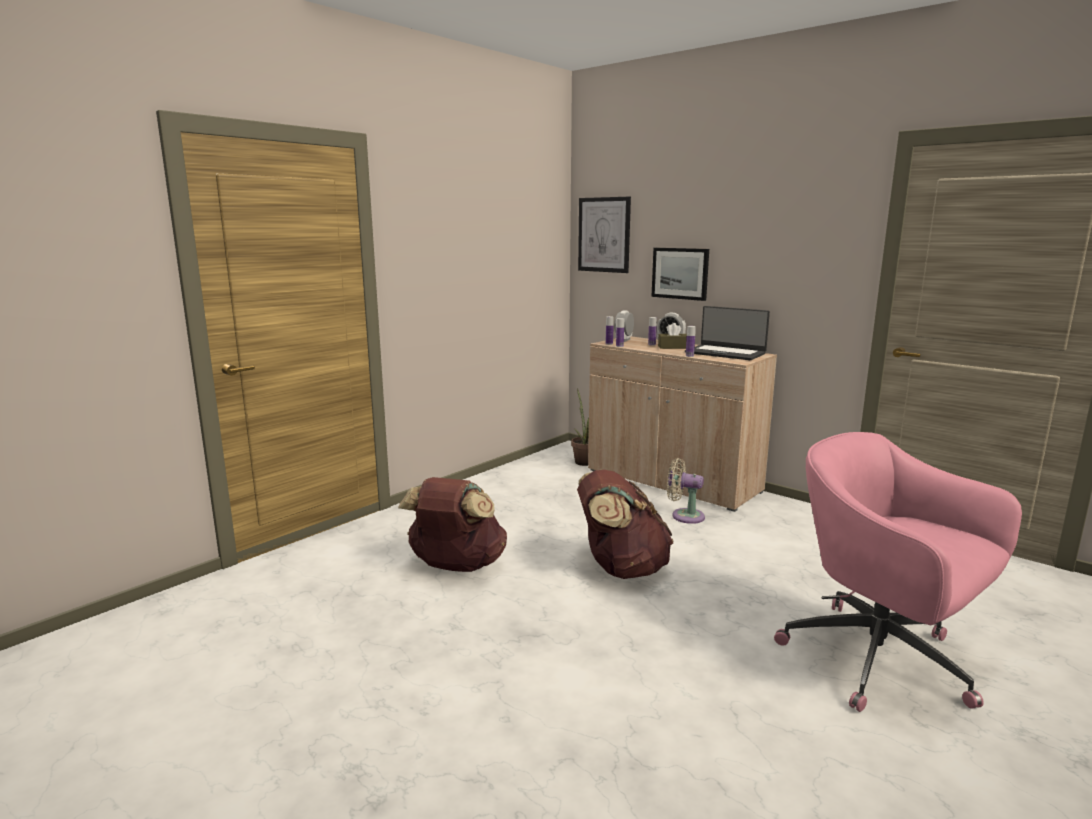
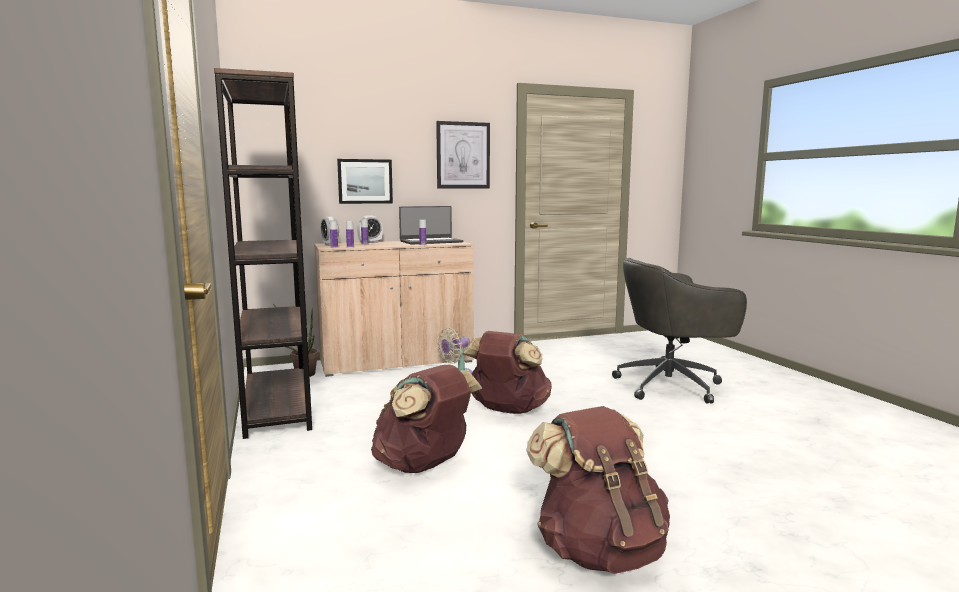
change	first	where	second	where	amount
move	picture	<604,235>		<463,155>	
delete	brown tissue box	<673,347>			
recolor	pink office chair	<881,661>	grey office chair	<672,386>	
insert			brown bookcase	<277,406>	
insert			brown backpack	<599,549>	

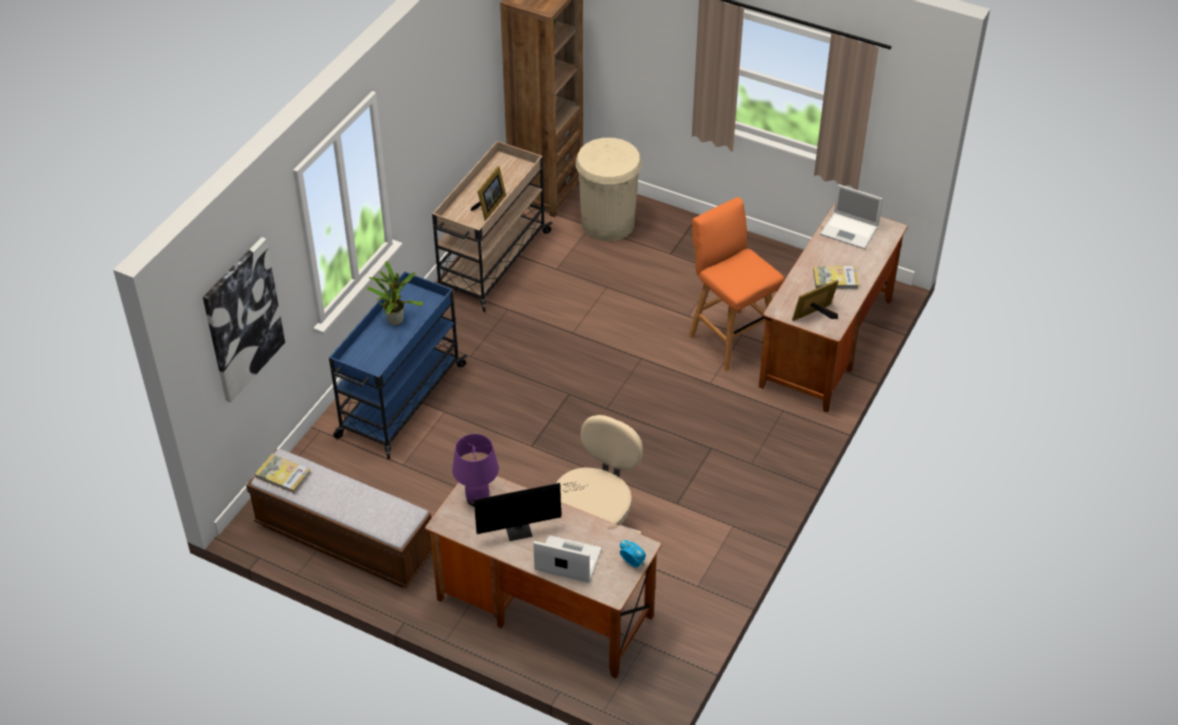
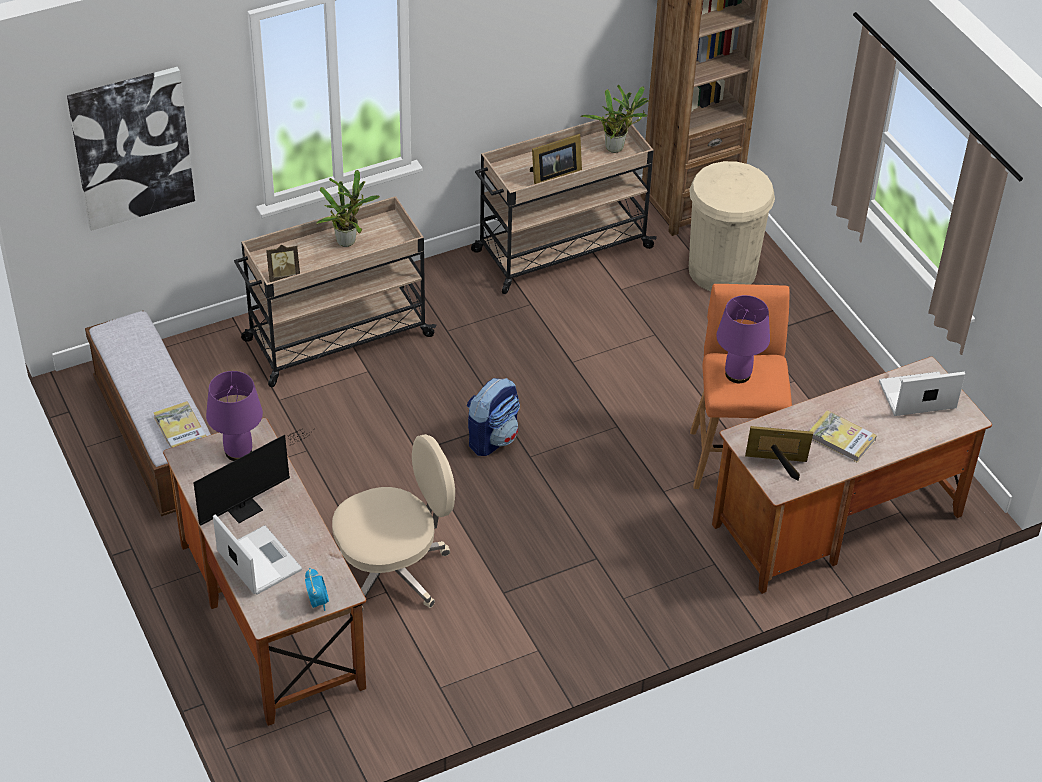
change	first	where	second	where	amount
move	book	<283,475>		<180,430>	
recolor	blue cart	<400,402>	beige cart	<336,338>	
rotate	monitor	<523,530>		<248,506>	60 degrees counterclockwise
rotate	laptop	<850,231>		<915,396>	105 degrees clockwise
insert			picture frame	<284,276>	
insert			backpack	<492,438>	
insert			potted plant	<617,148>	
insert			purple table lamp	<737,374>	

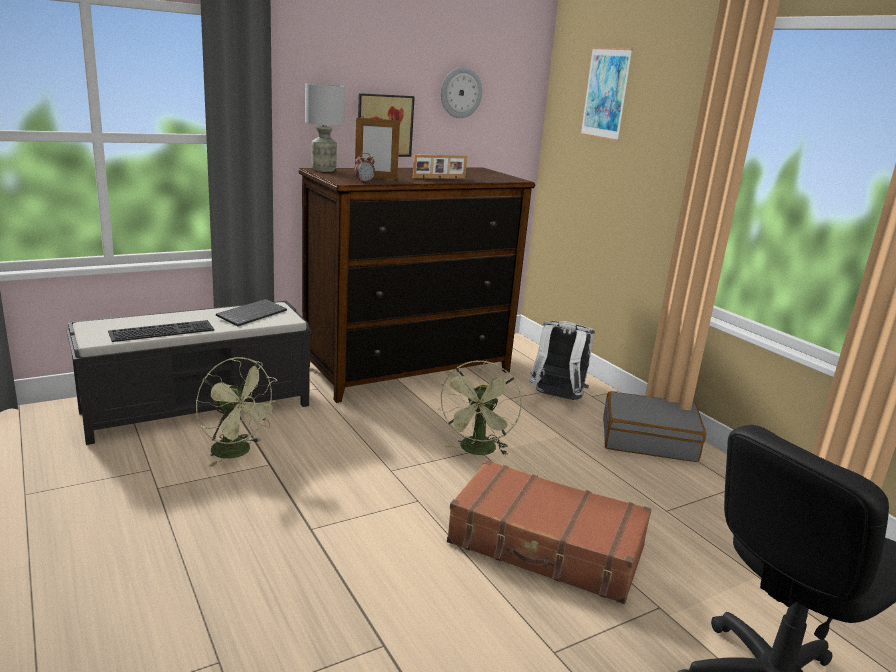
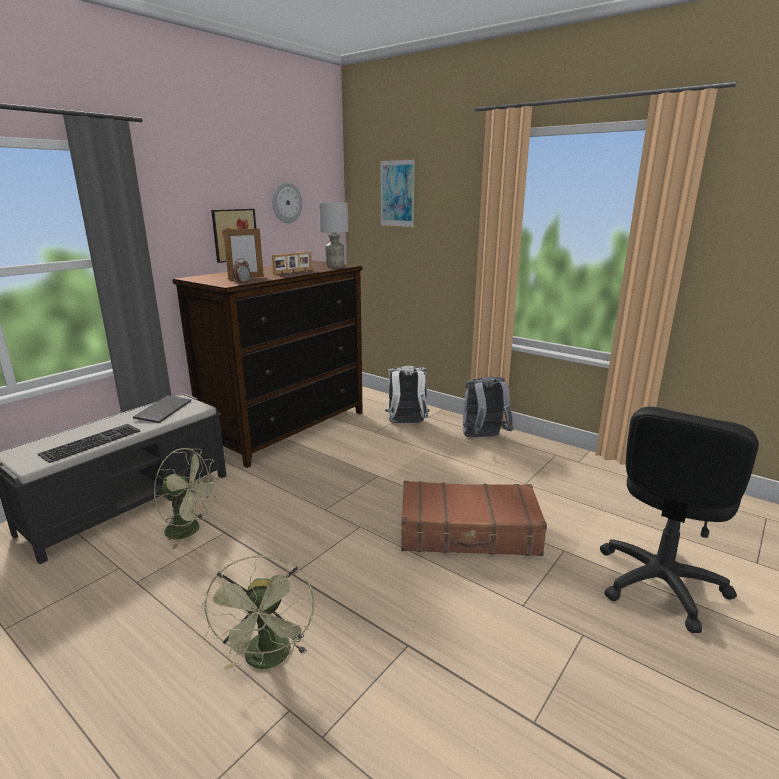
change	first	where	second	where	amount
move	grey table lamp	<323,170>		<334,266>	
move	green fan	<477,451>		<268,660>	
replace	grey suitcase	<648,439>	grey backpack	<483,438>	

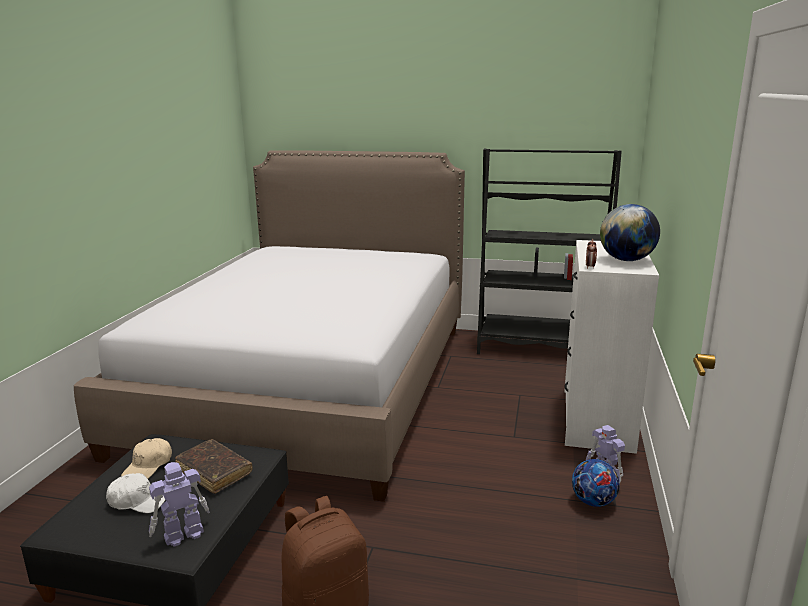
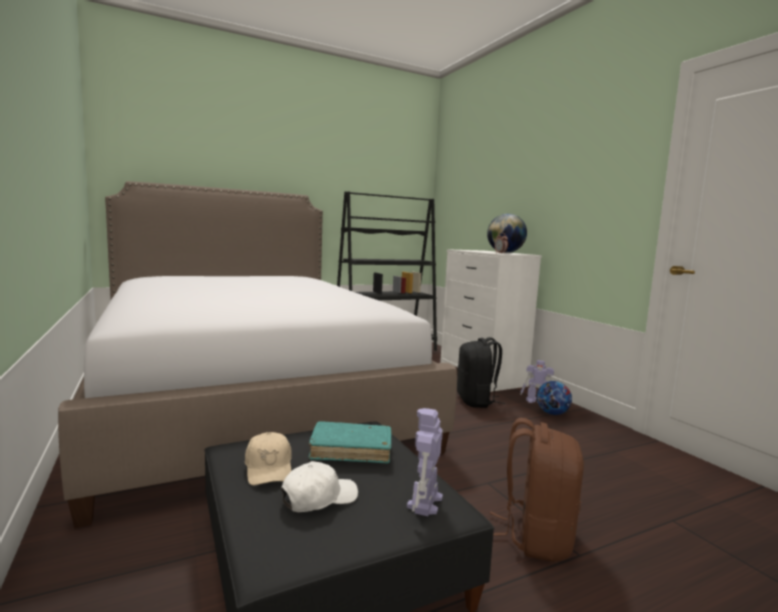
change	first	where	second	where	amount
recolor	brown book	<214,472>	turquoise book	<351,450>	
insert			black backpack	<476,401>	

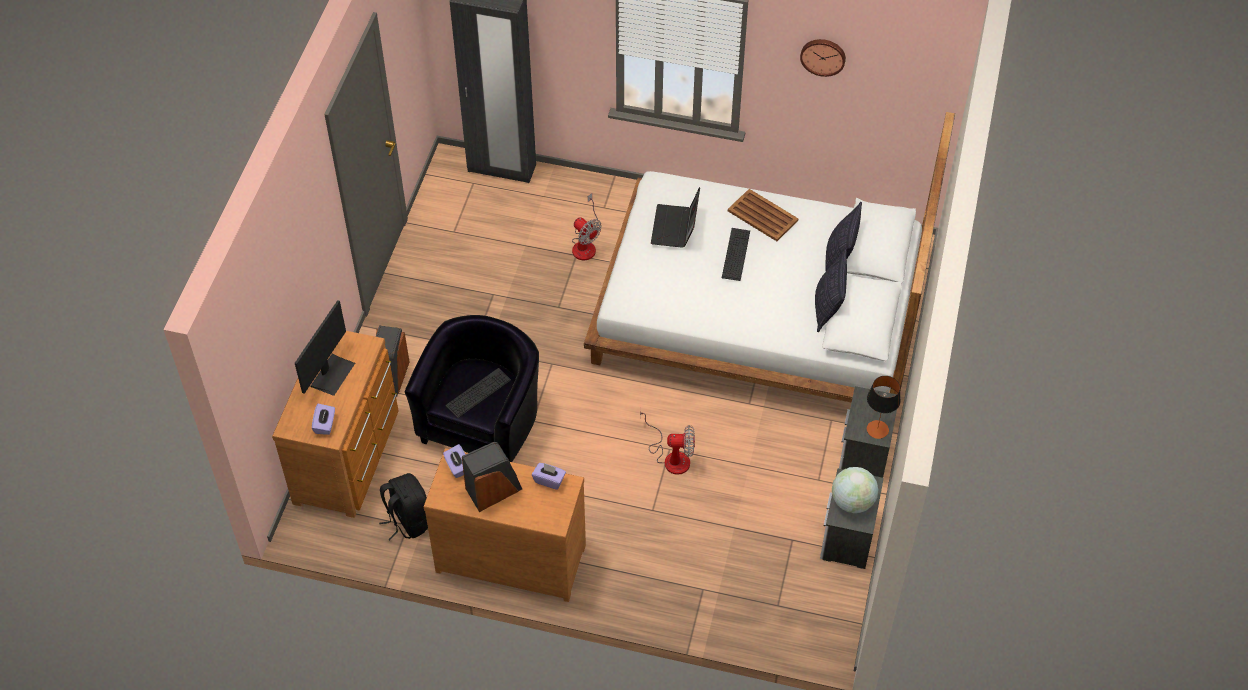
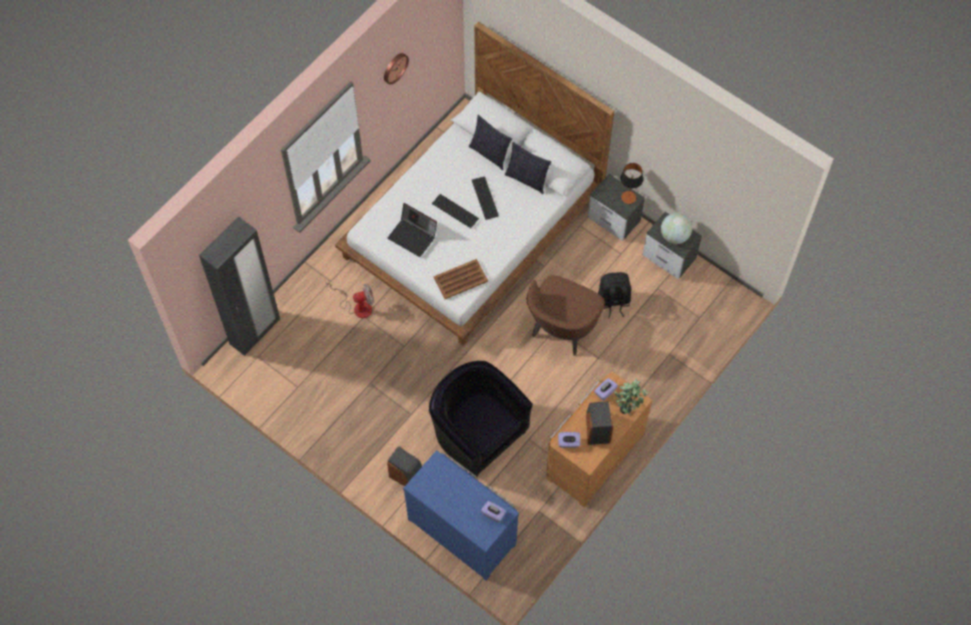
change	first	where	second	where	amount
recolor	brown dresser	<349,456>	blue dresser	<463,528>	
delete	monitor	<332,374>			
move	black backpack	<407,520>		<613,302>	
move	keyboard	<478,393>		<485,198>	
replace	fan	<671,456>	brown armchair	<562,329>	
move	brown tray	<762,215>		<460,279>	
insert			potted plant	<628,406>	

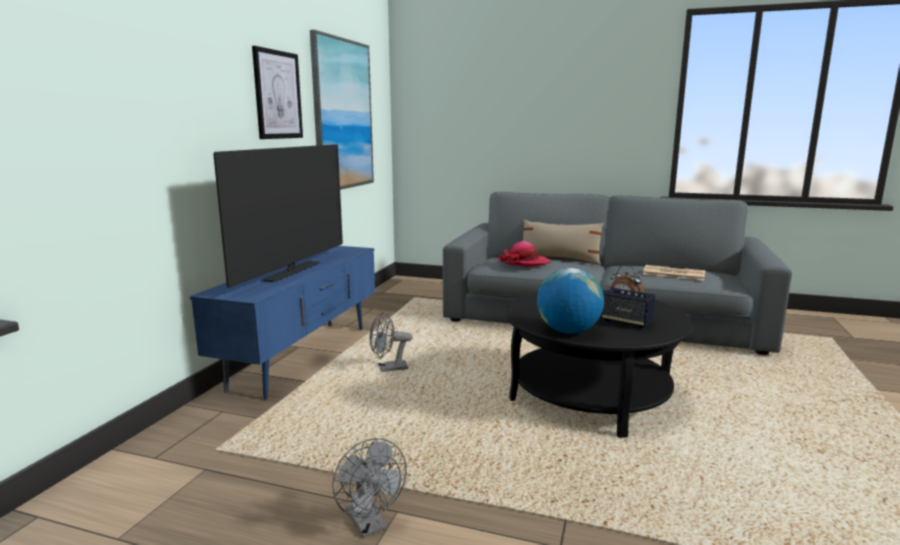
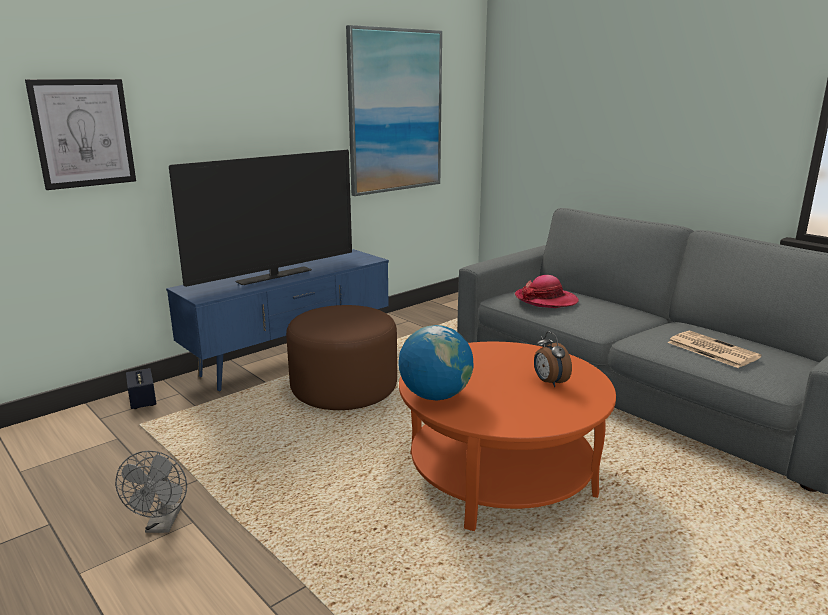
change	first	where	second	where	amount
move	picture	<277,95>		<83,133>	
replace	grey fan	<388,369>	brown ottoman	<344,389>	
recolor	black coffee table	<590,395>	orange coffee table	<500,473>	
delete	beige pillow	<559,259>			
move	speaker	<626,321>		<142,400>	

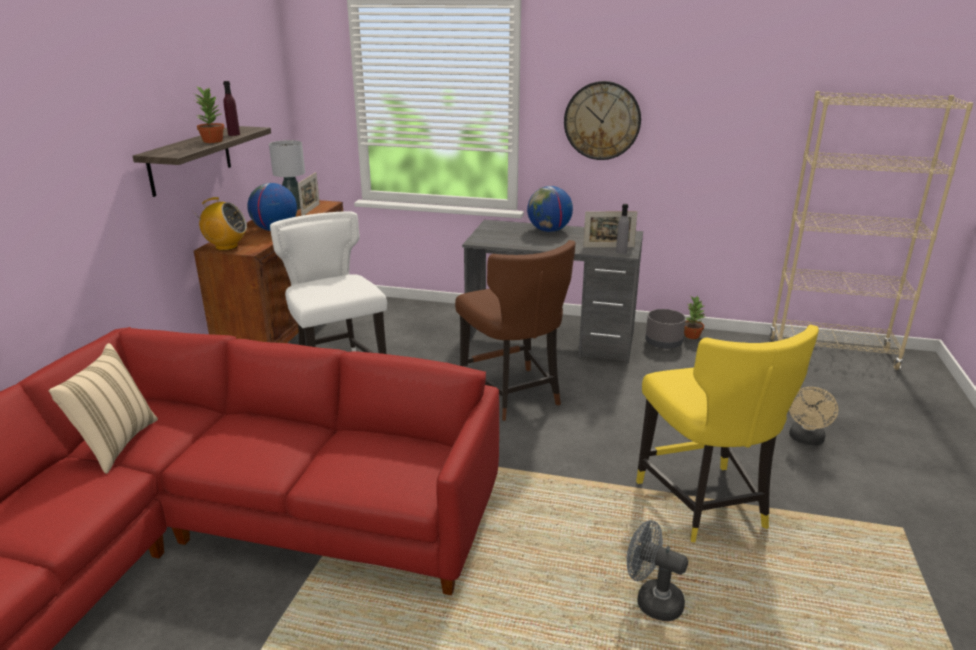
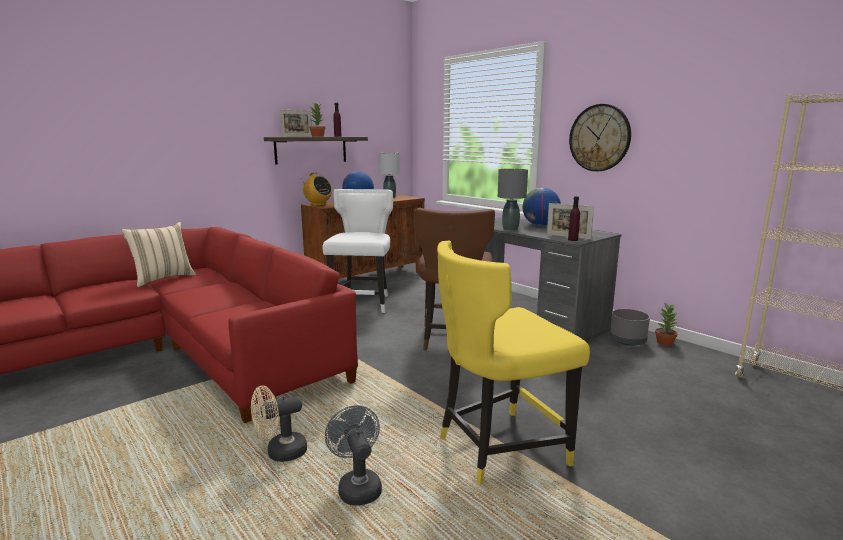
change	first	where	second	where	amount
move	picture frame	<310,210>		<297,136>	
recolor	grey bottle	<621,252>	purple bottle	<573,240>	
rotate	yellow chair	<704,505>		<498,448>	45 degrees clockwise
move	beige fan	<806,440>		<280,453>	
insert			grey table lamp	<510,229>	

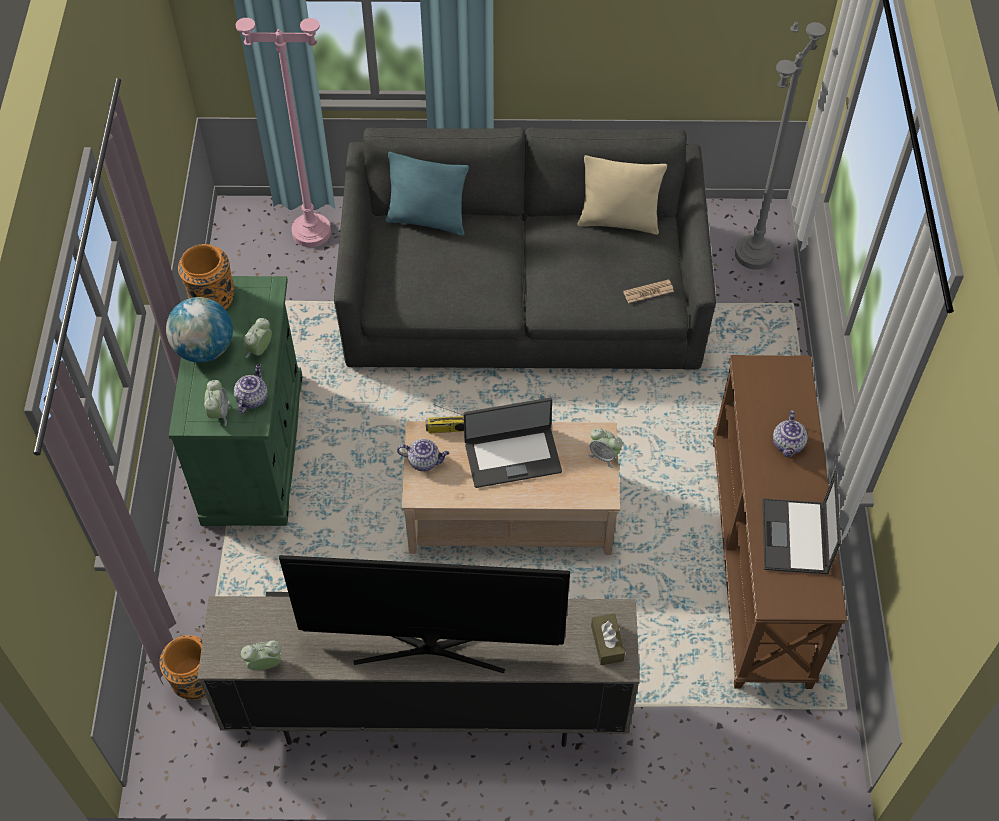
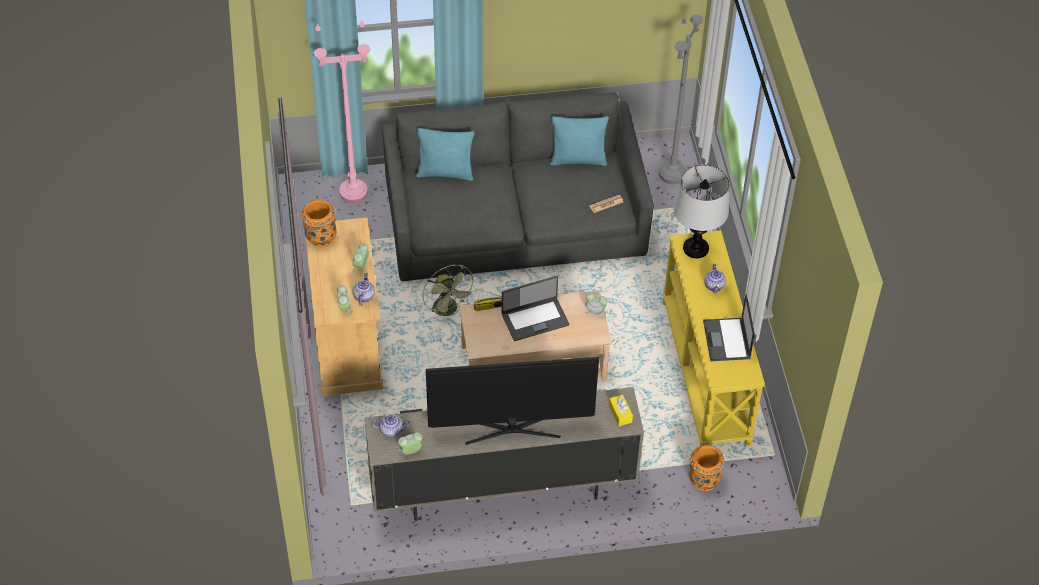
change	first	where	second	where	amount
move	orange vase	<195,682>		<703,480>	
delete	globe	<205,349>			
recolor	green cabinet	<254,448>	beige cabinet	<347,342>	
move	teapot	<424,461>		<391,430>	
recolor	beige pillow	<618,221>	turquoise pillow	<578,159>	
recolor	brown tissue box	<607,643>	yellow tissue box	<620,413>	
recolor	brown console table	<761,560>	yellow console table	<706,372>	
insert			green fan	<449,311>	
insert			table lamp	<696,248>	

